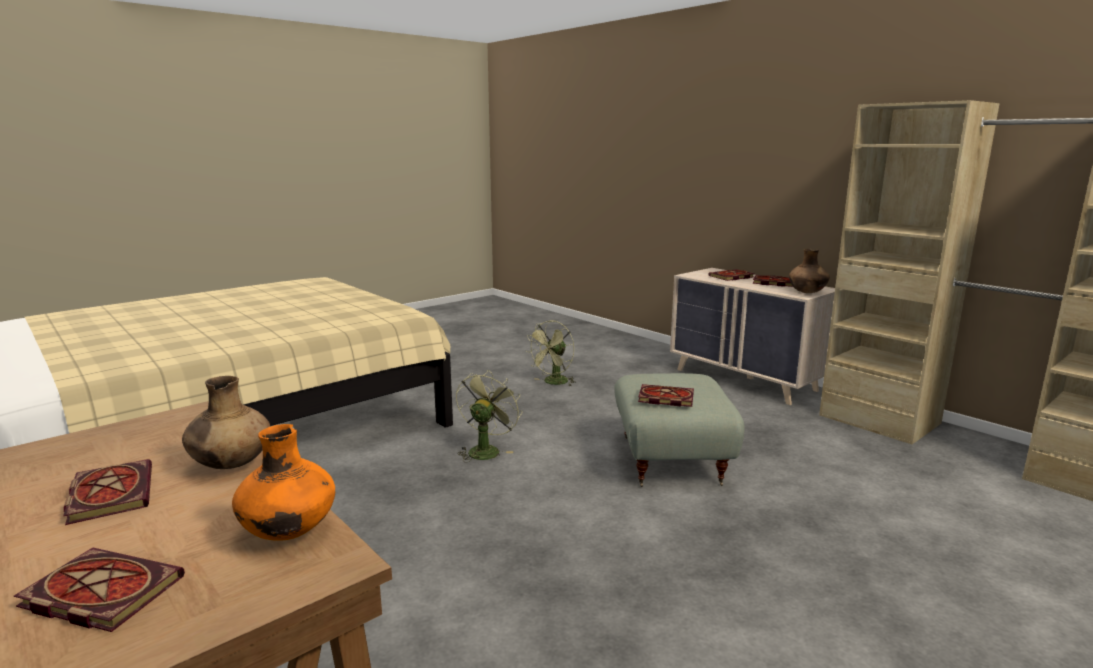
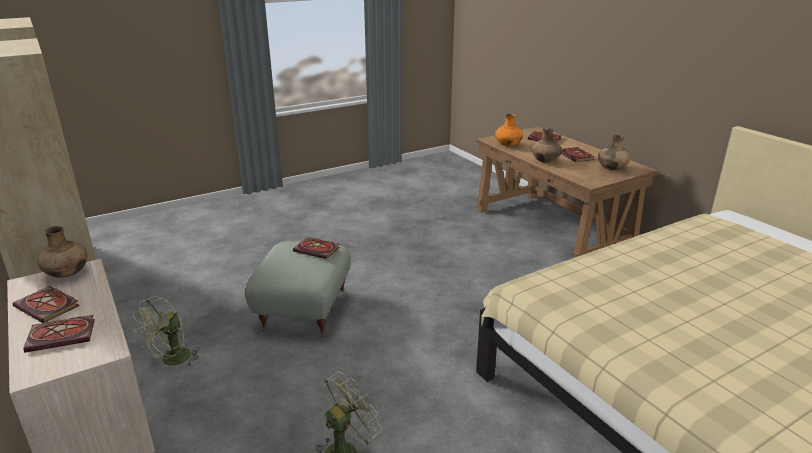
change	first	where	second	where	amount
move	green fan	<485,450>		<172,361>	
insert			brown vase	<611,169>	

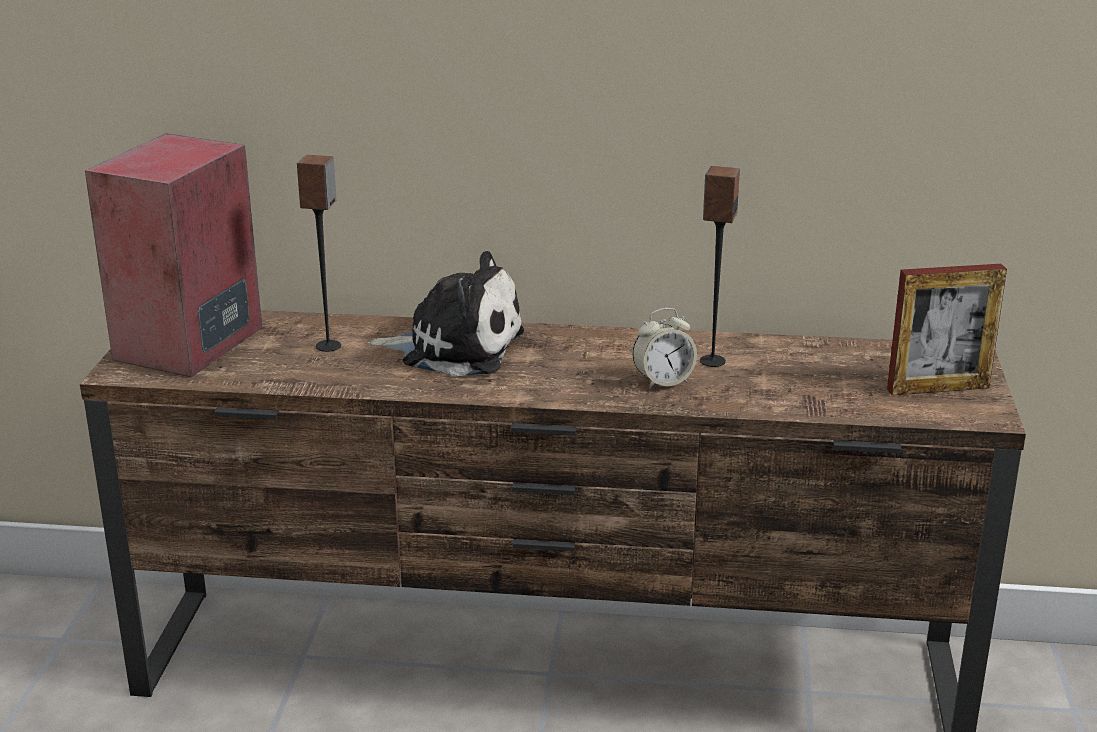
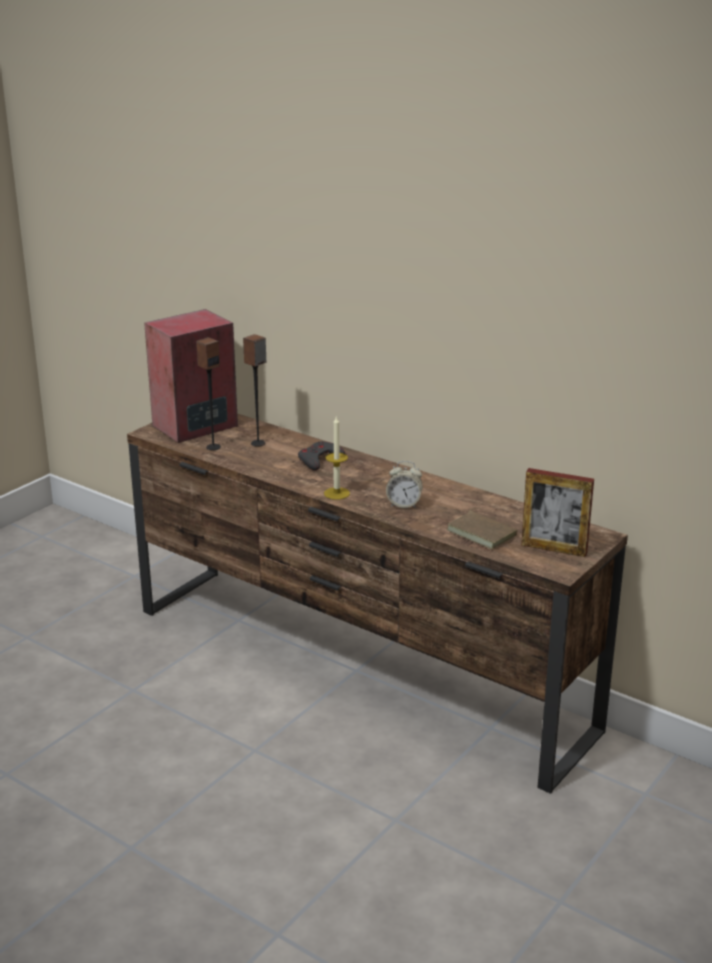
change	first	where	second	where	amount
replace	plush toy	<455,348>	grey game controller	<319,460>	
move	speaker	<712,361>		<213,447>	
insert			candle	<336,493>	
insert			brown book	<483,533>	

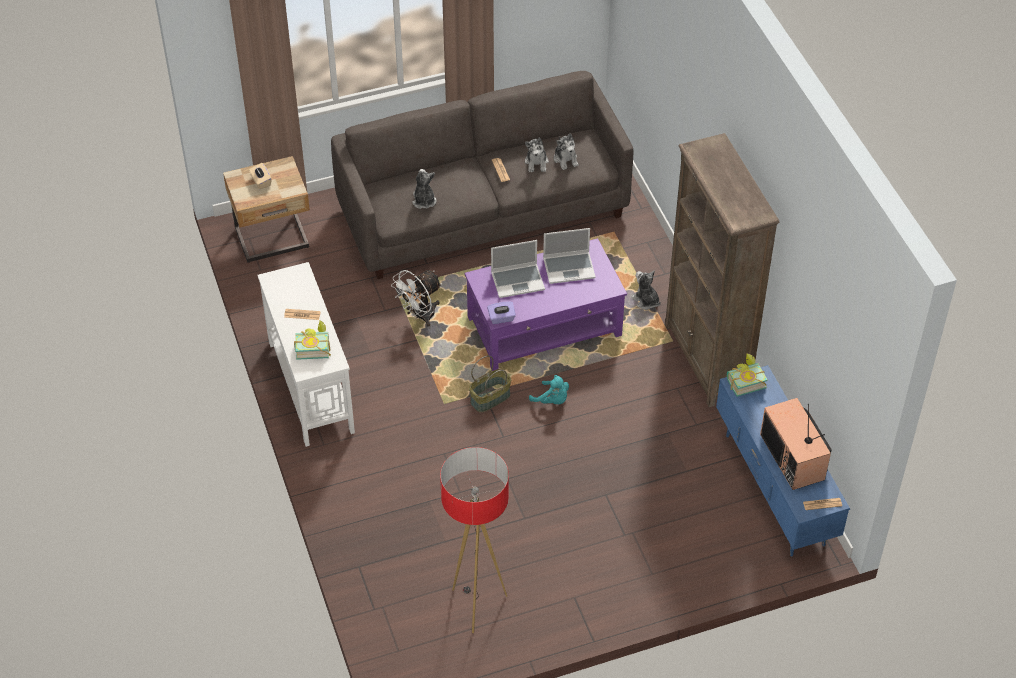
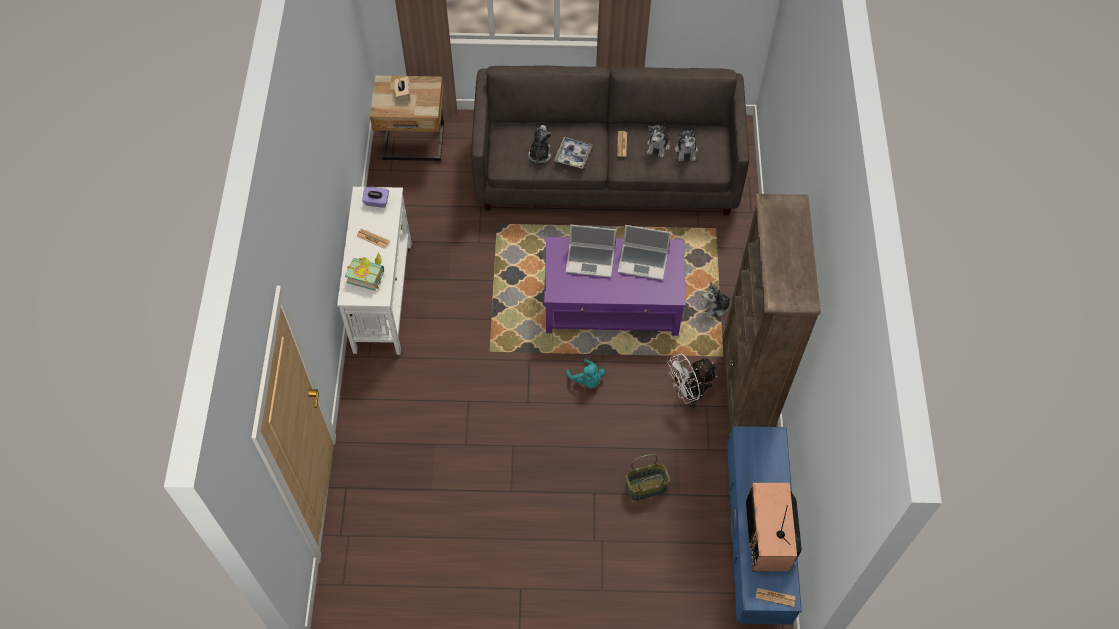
change	first	where	second	where	amount
move	white fan	<420,316>		<688,394>	
delete	floor lamp	<477,605>			
move	basket	<490,398>		<646,486>	
move	purple tissue box	<501,318>		<376,202>	
rotate	plush toy	<645,301>		<715,307>	90 degrees counterclockwise
delete	book	<744,381>			
insert			tray	<573,155>	

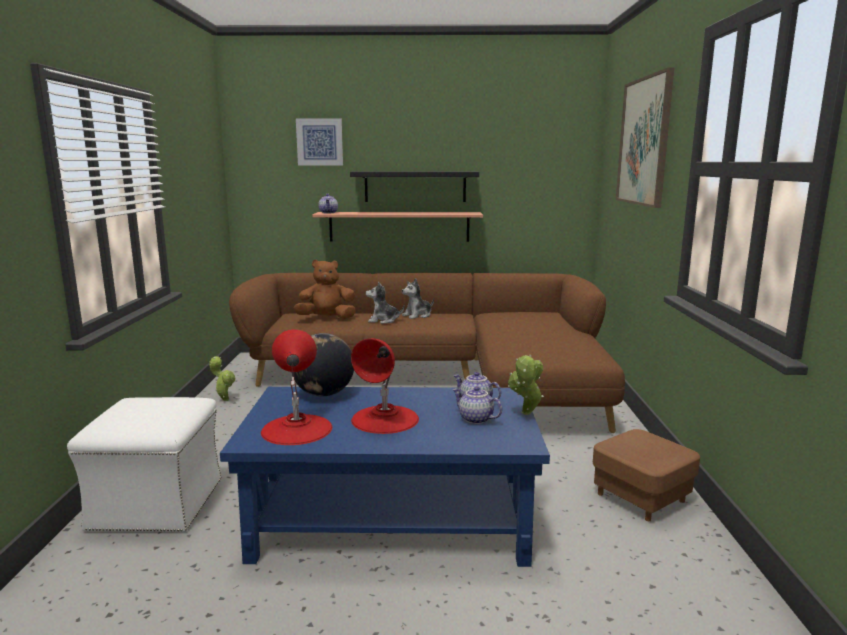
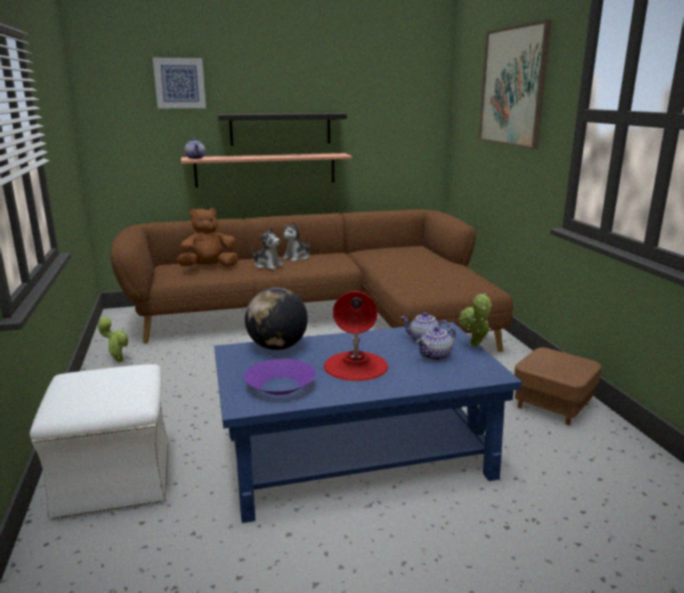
change	first	where	second	where	amount
replace	red table lamp	<296,429>	purple bowl	<280,386>	
rotate	plush toy	<383,320>		<268,265>	135 degrees counterclockwise
rotate	teapot	<475,419>		<435,356>	60 degrees counterclockwise

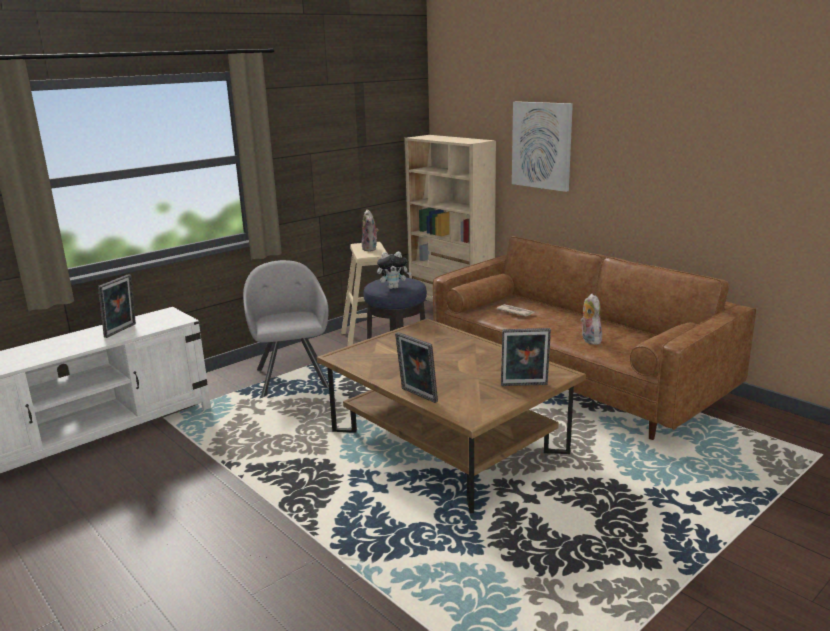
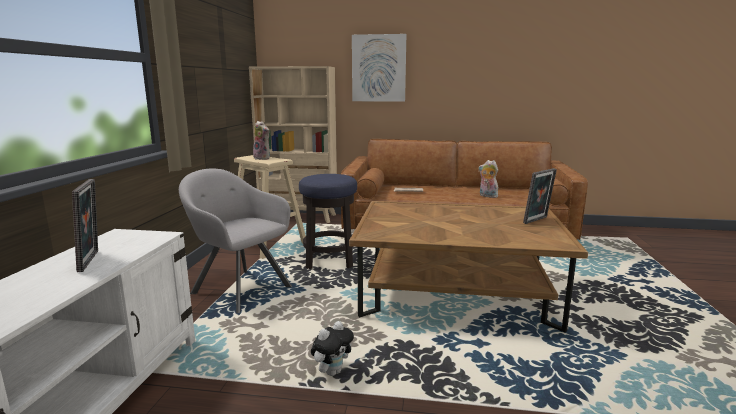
change	first	where	second	where	amount
move	plush toy	<394,287>		<332,371>	
delete	picture frame	<417,396>			

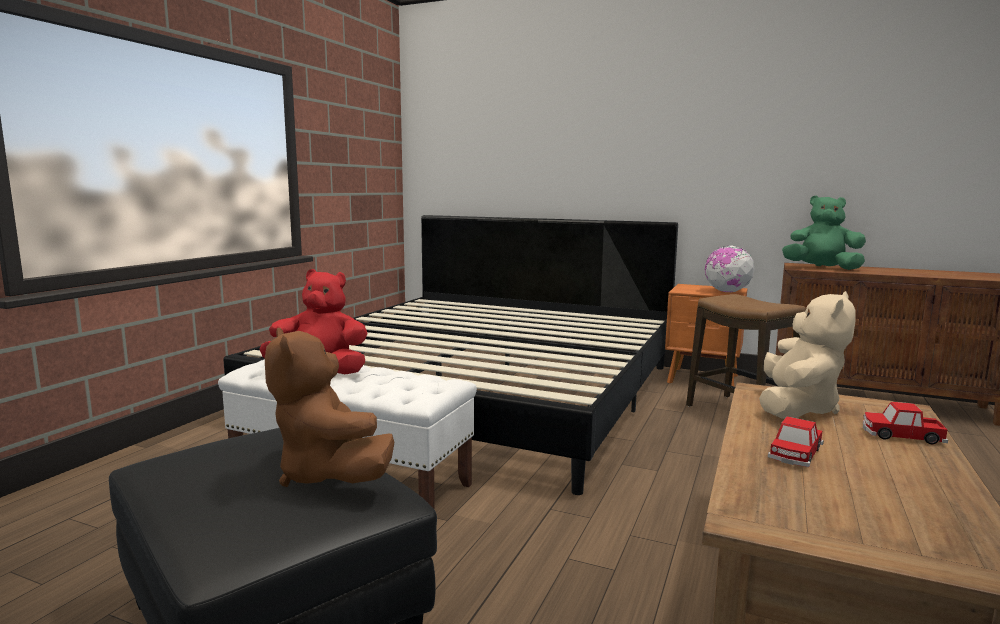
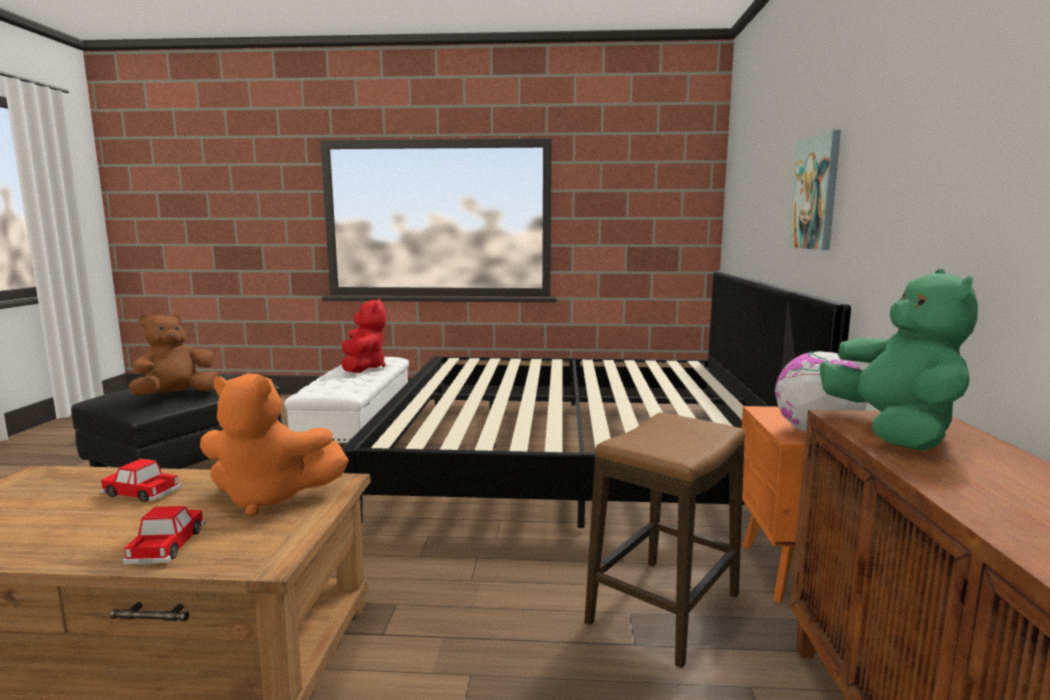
change	first	where	second	where	amount
recolor	beige plush toy	<796,408>	orange plush toy	<270,498>	
insert			picture	<816,193>	

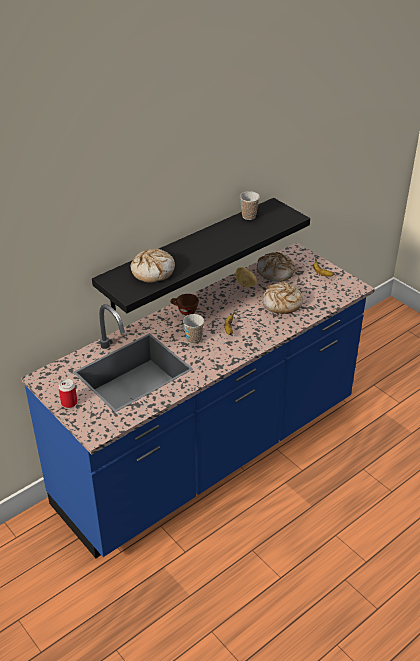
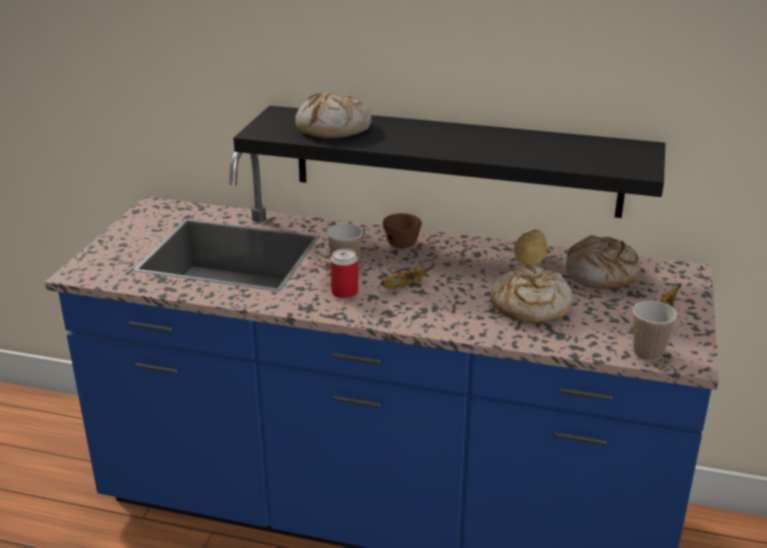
change	first	where	second	where	amount
move	can	<69,403>		<344,293>	
move	cup	<249,216>		<648,353>	

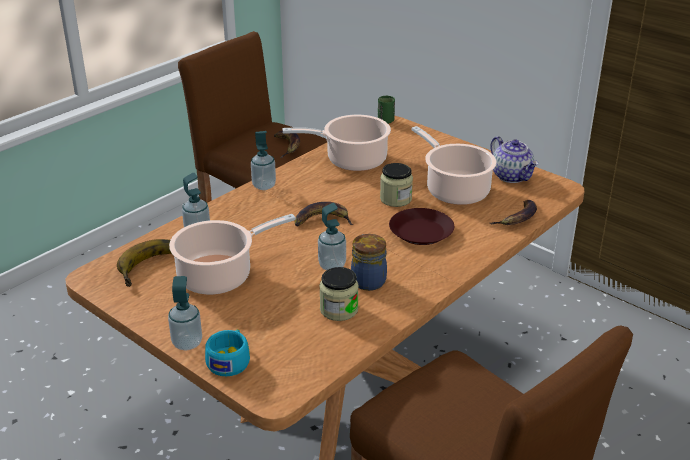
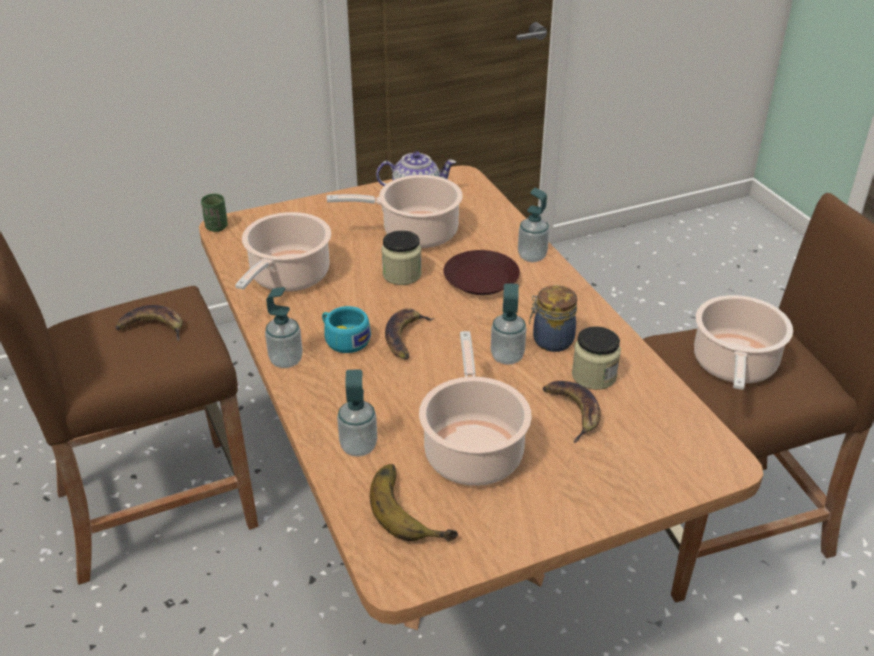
change	first	where	second	where	amount
move	soap dispenser	<187,343>		<532,256>	
move	turquoise cup	<230,360>		<344,339>	
move	banana	<518,218>		<573,412>	
insert			cooking pot	<734,366>	

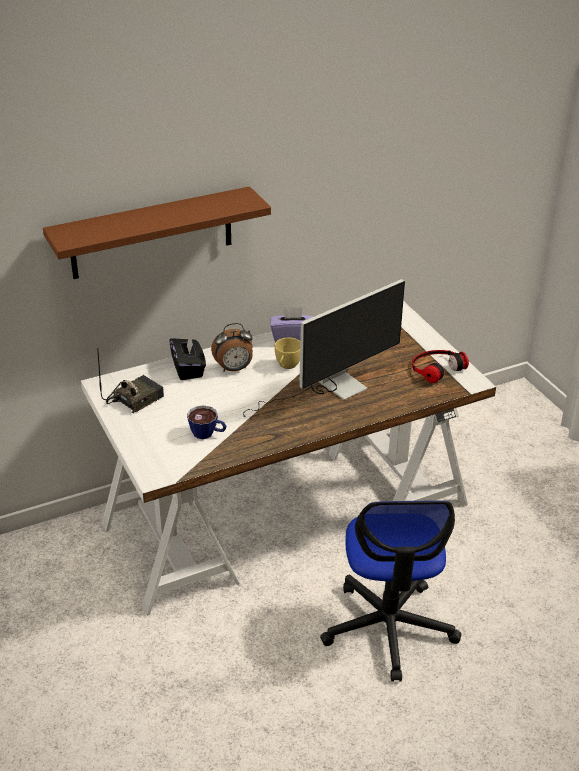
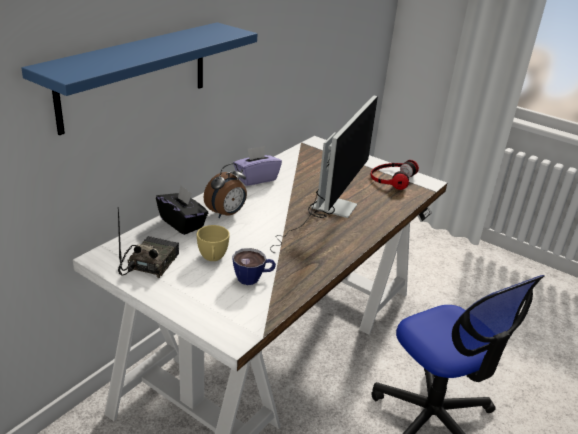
change	first	where	second	where	amount
recolor	brown shelf	<152,233>	blue shelf	<135,75>	
move	yellow cup	<287,366>		<212,258>	

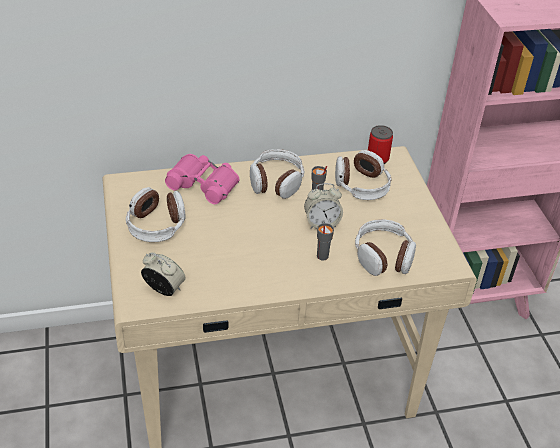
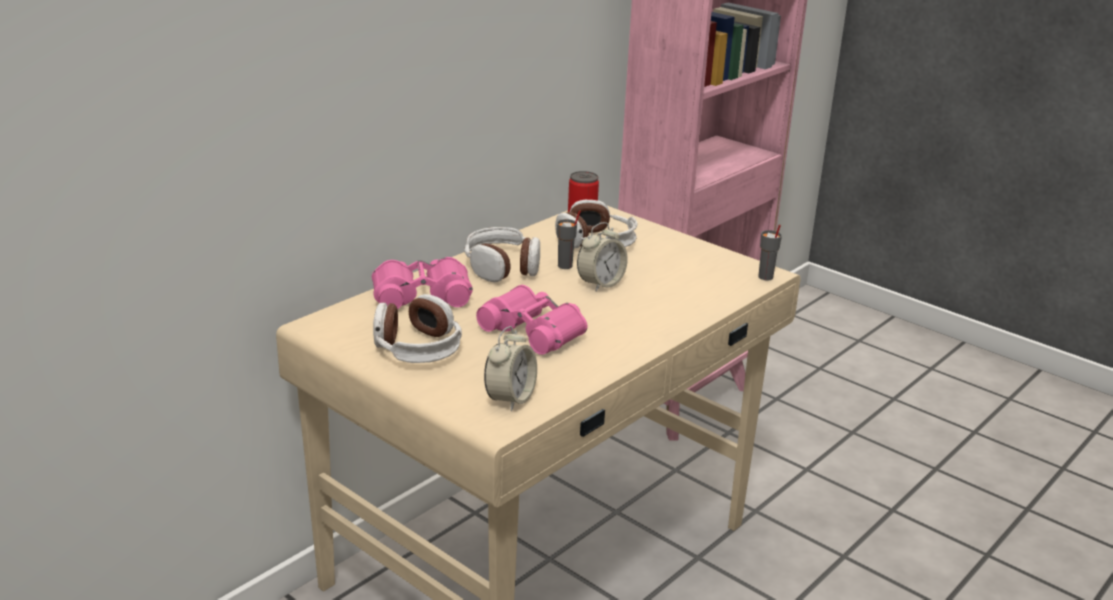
change	first	where	second	where	amount
rotate	alarm clock	<164,289>		<510,399>	120 degrees clockwise
move	grey cup	<322,256>		<765,277>	
delete	headphones	<383,256>			
insert			pink binoculars	<534,330>	

